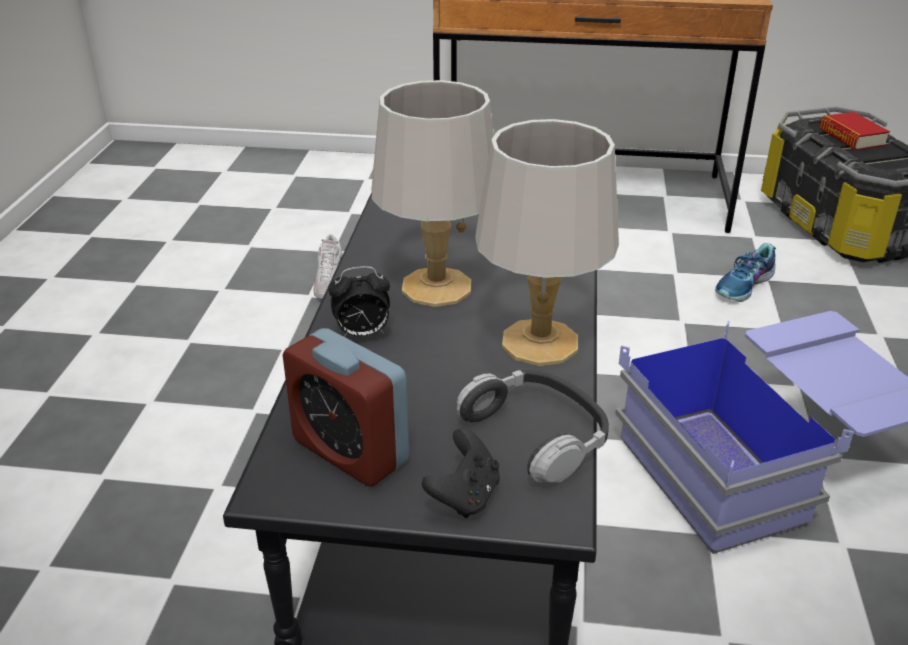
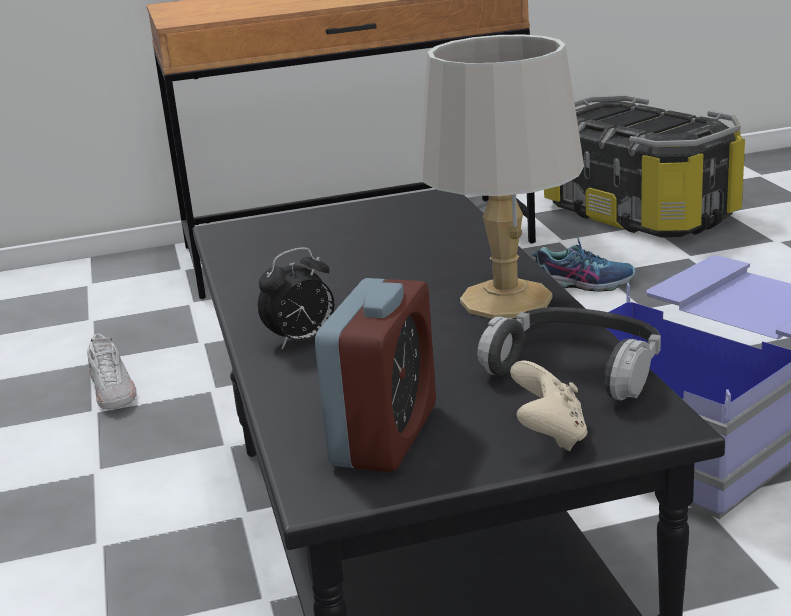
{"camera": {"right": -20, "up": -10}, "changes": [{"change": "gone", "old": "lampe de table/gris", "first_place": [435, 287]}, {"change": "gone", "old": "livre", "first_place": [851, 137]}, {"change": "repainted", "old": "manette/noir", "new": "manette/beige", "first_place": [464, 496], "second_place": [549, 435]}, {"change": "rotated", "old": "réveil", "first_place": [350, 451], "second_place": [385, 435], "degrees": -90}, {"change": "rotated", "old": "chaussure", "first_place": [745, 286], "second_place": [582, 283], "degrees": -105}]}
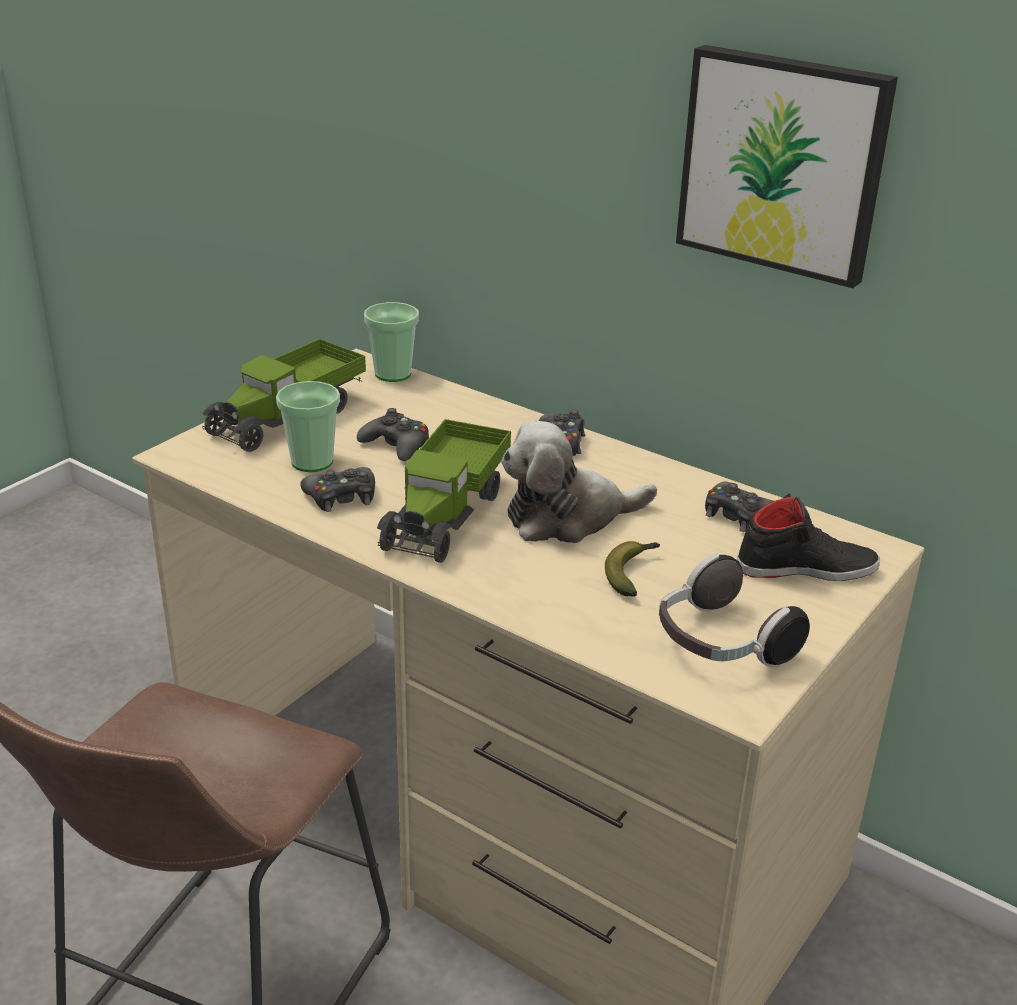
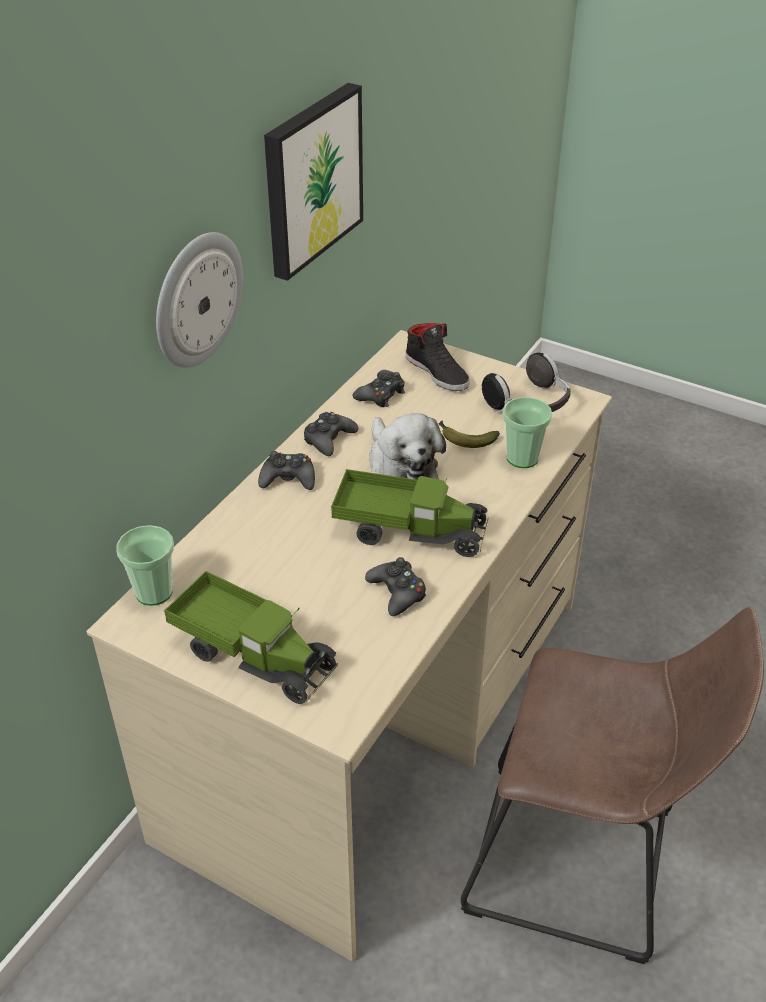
{"camera": {"right": -95, "up": 10}, "changes": [{"change": "new", "new": "horloge murale", "second_place": [196, 299]}, {"change": "shifted", "old": "tasse", "first_place": [312, 462], "second_place": [522, 458]}, {"change": "shifted", "old": "manette/noir", "first_place": [396, 445], "second_place": [329, 439]}, {"change": "rotated", "old": "chaussure/noir", "first_place": [806, 568], "second_place": [437, 372], "degrees": 150}]}
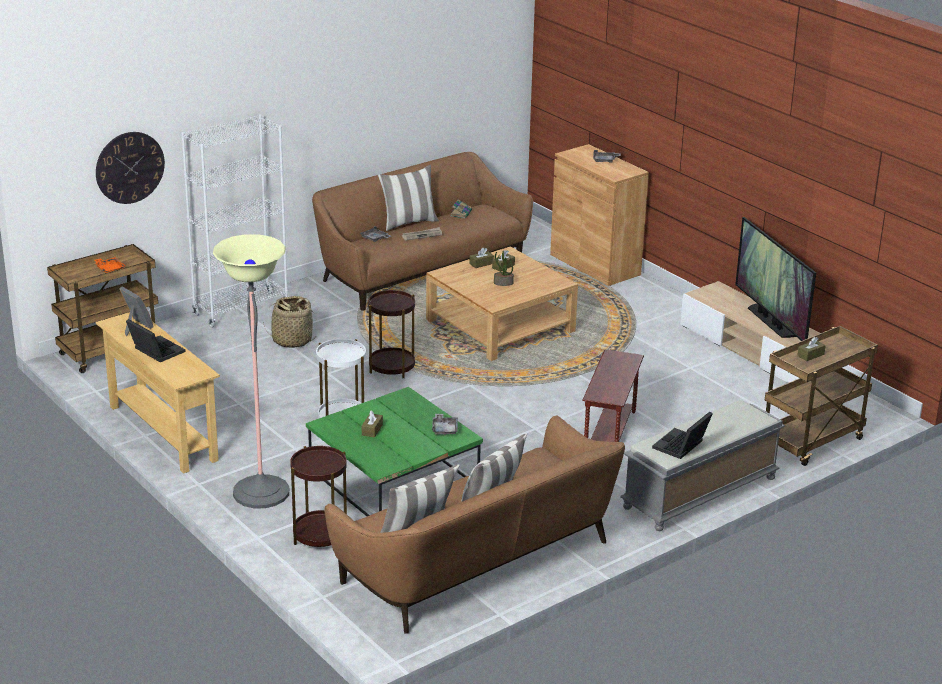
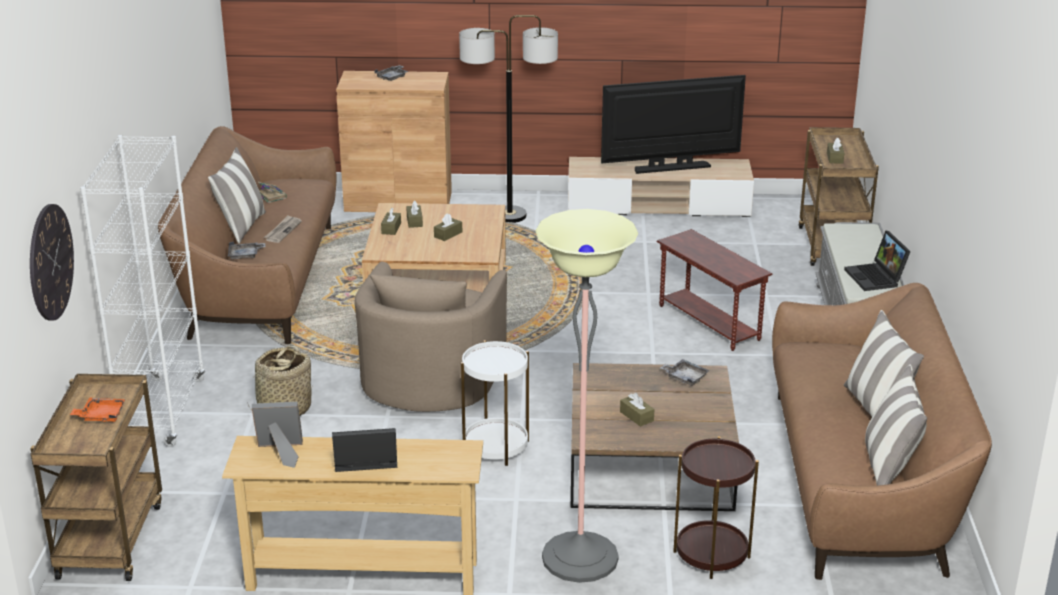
{"camera": {"right": -50, "up": 0}, "changes": [{"change": "new", "new": "lampadaire", "second_place": [509, 215]}, {"change": "swapped", "old": "table d'appoint/marron", "new": "fauteuil/beige", "first_place": [391, 367], "second_place": [430, 376]}, {"change": "swapped", "old": "plante en pot", "new": "boîte à mouchoirs/marron", "first_place": [503, 283], "second_place": [448, 234]}, {"change": "repainted", "old": "table basse/vert", "new": "table basse/marron", "first_place": [393, 479], "second_place": [651, 465]}, {"change": "rotated", "old": "téléviseur", "first_place": [770, 321], "second_place": [671, 167], "degrees": 150}]}
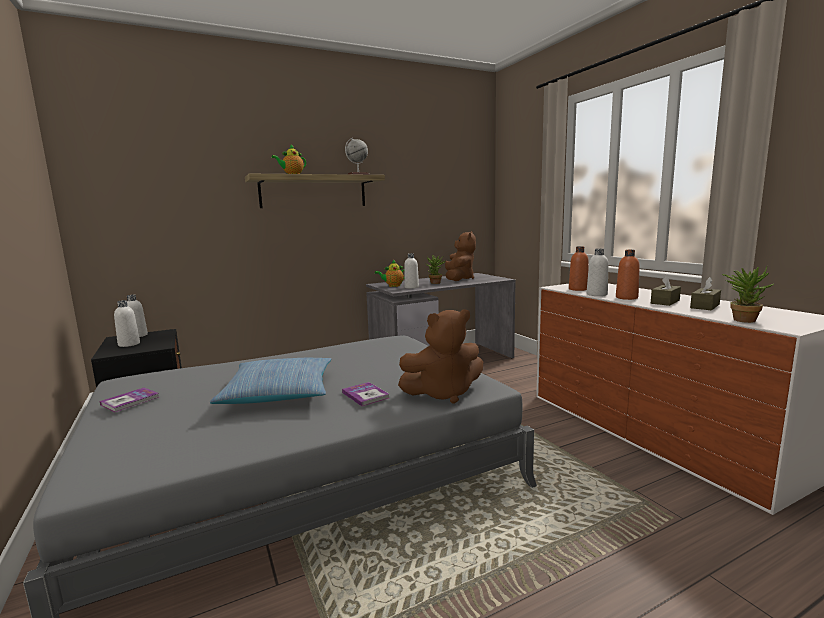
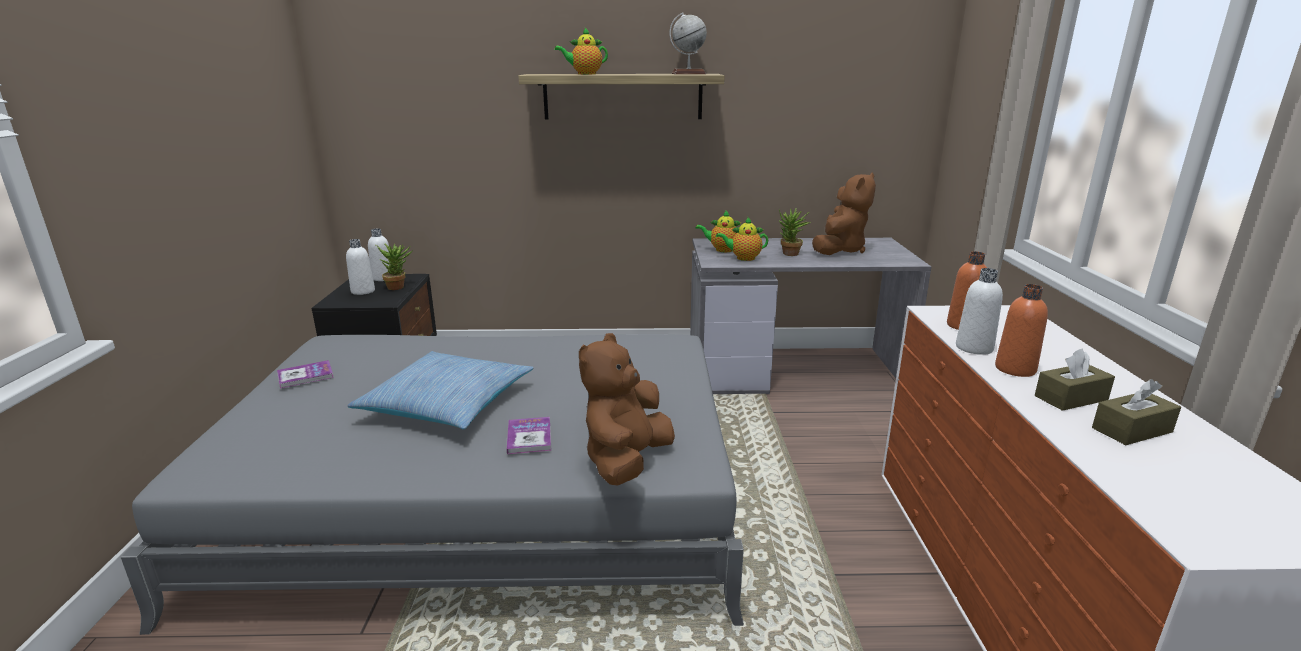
{"camera": {"right": 25, "up": 10}, "changes": [{"change": "shifted", "old": "plante en pot", "first_place": [742, 319], "second_place": [399, 287]}, {"change": "swapped", "old": "bouteille/blanc", "new": "théière", "first_place": [411, 287], "second_place": [743, 258]}, {"change": "rotated", "old": "peluche/marron", "first_place": [443, 393], "second_place": [626, 461], "degrees": 105}]}
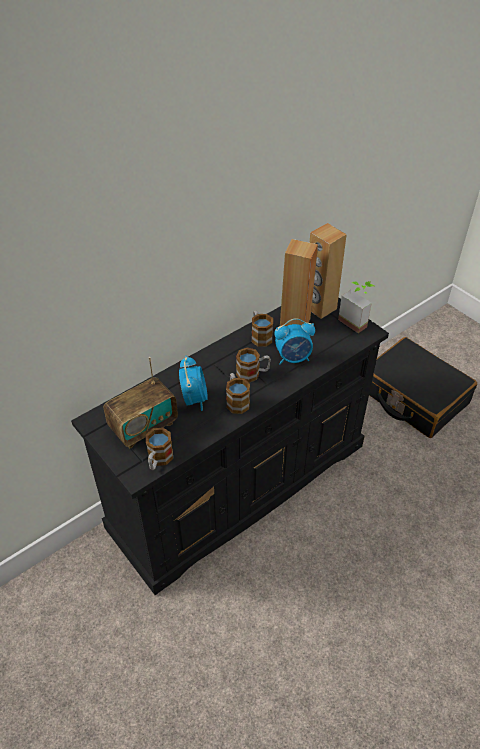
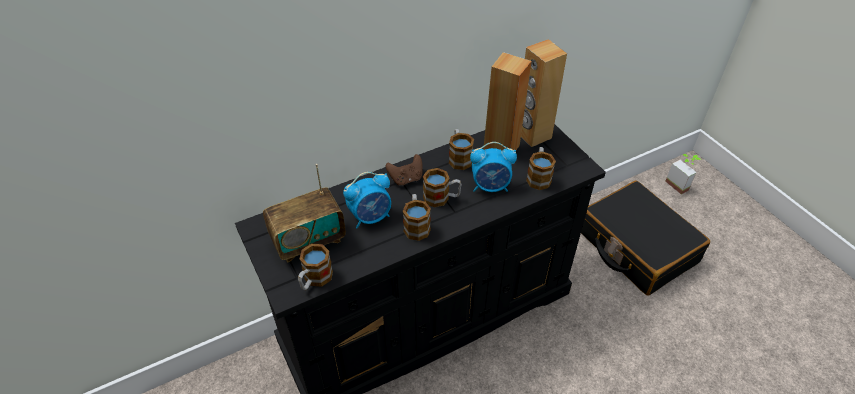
{"camera": {"right": 10, "up": 0}, "changes": [{"change": "new", "new": "manette/marron", "second_place": [406, 179]}, {"change": "new", "new": "mug", "second_place": [538, 176]}, {"change": "shifted", "old": "plante en pot", "first_place": [356, 320], "second_place": [680, 184]}, {"change": "rotated", "old": "réveil", "first_place": [194, 399], "second_place": [371, 217], "degrees": 60}]}
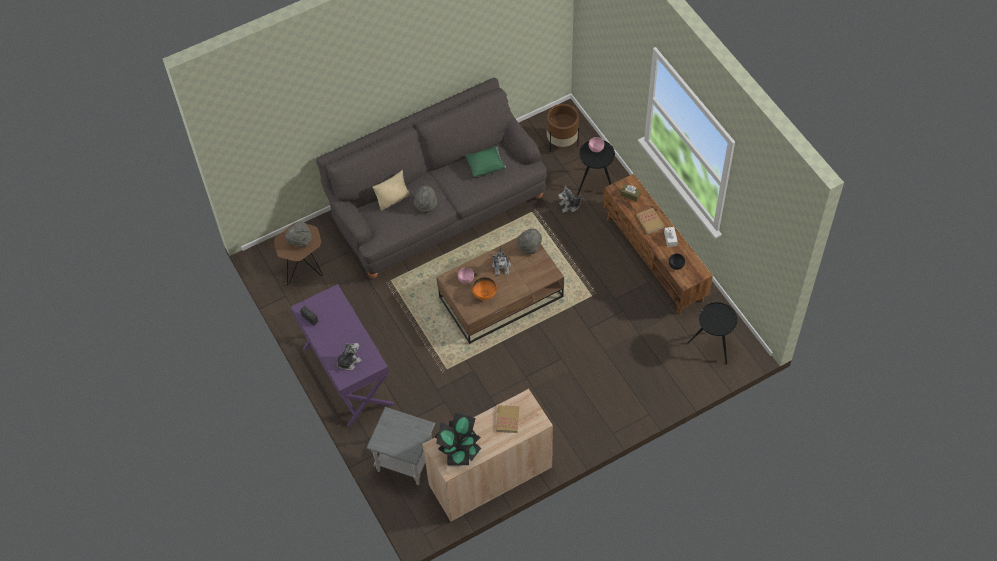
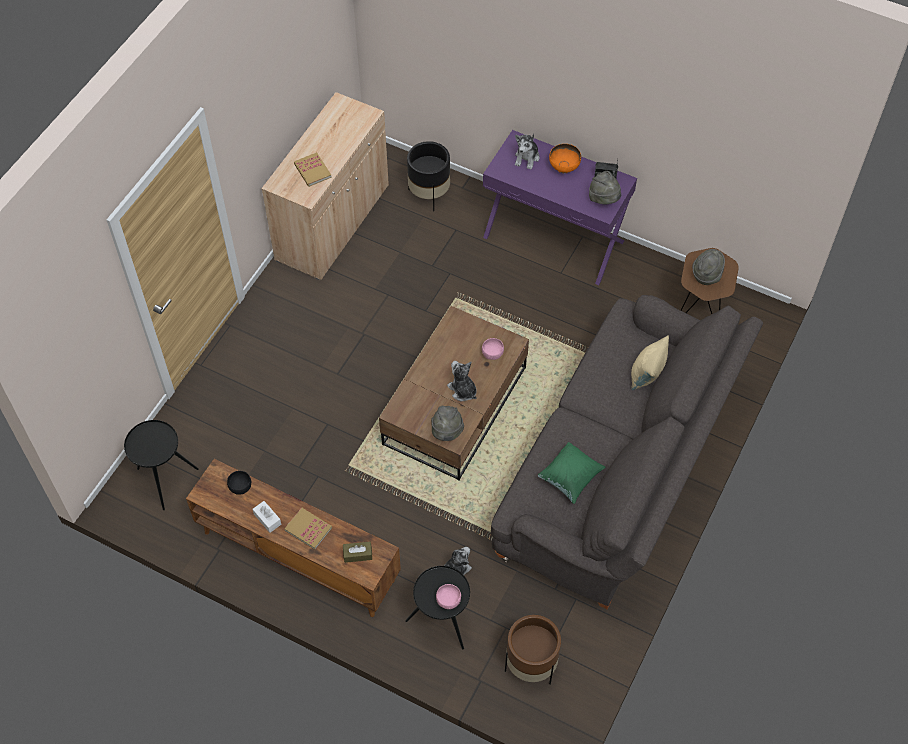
{"camera": {"right": 145, "up": 0}, "changes": [{"change": "gone", "old": "plante en pot", "first_place": [459, 448]}, {"change": "shifted", "old": "chapeau/gris", "first_place": [426, 205], "second_place": [604, 199]}, {"change": "shifted", "old": "bol/orange", "first_place": [484, 294], "second_place": [564, 168]}, {"change": "swapped", "old": "table d'appoint/gris", "new": "cache-pot/noir", "first_place": [404, 461], "second_place": [429, 194]}]}
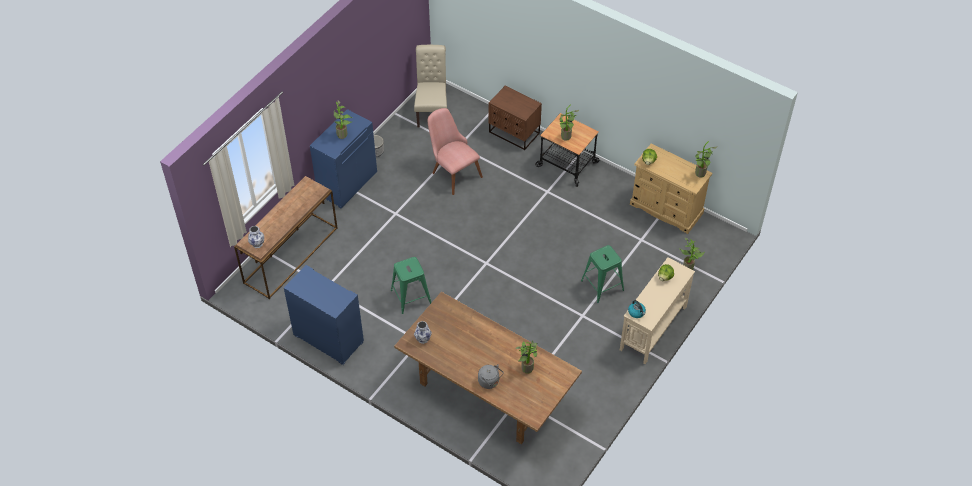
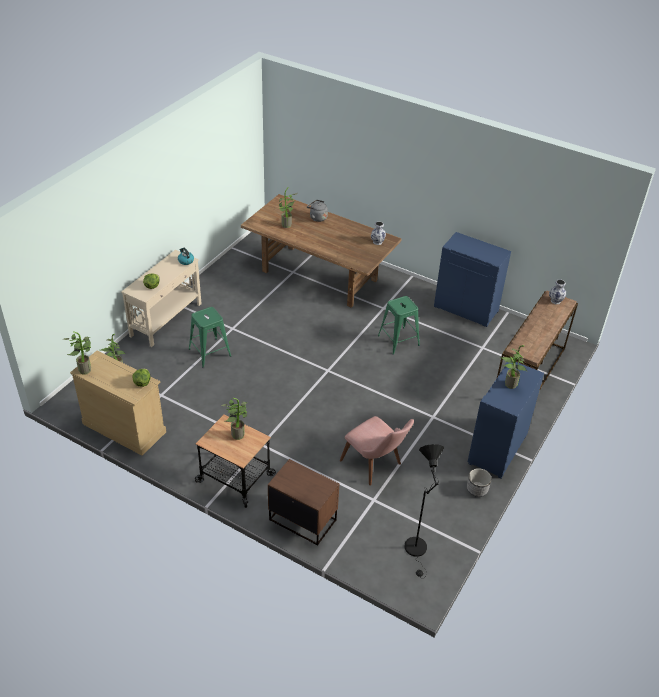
{"camera": {"right": 175, "up": -10}, "changes": [{"change": "swapped", "old": "chaise/beige", "new": "lampadaire/noir", "first_place": [432, 111], "second_place": [417, 551]}]}
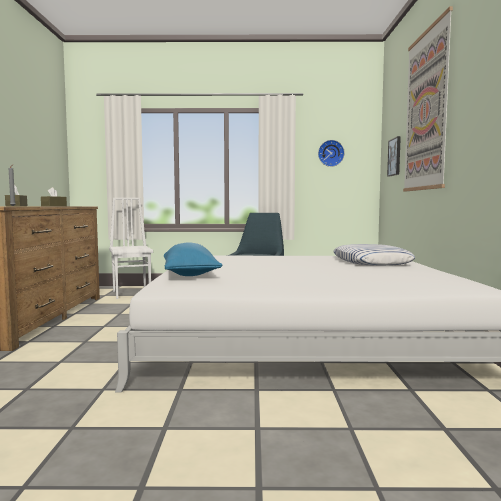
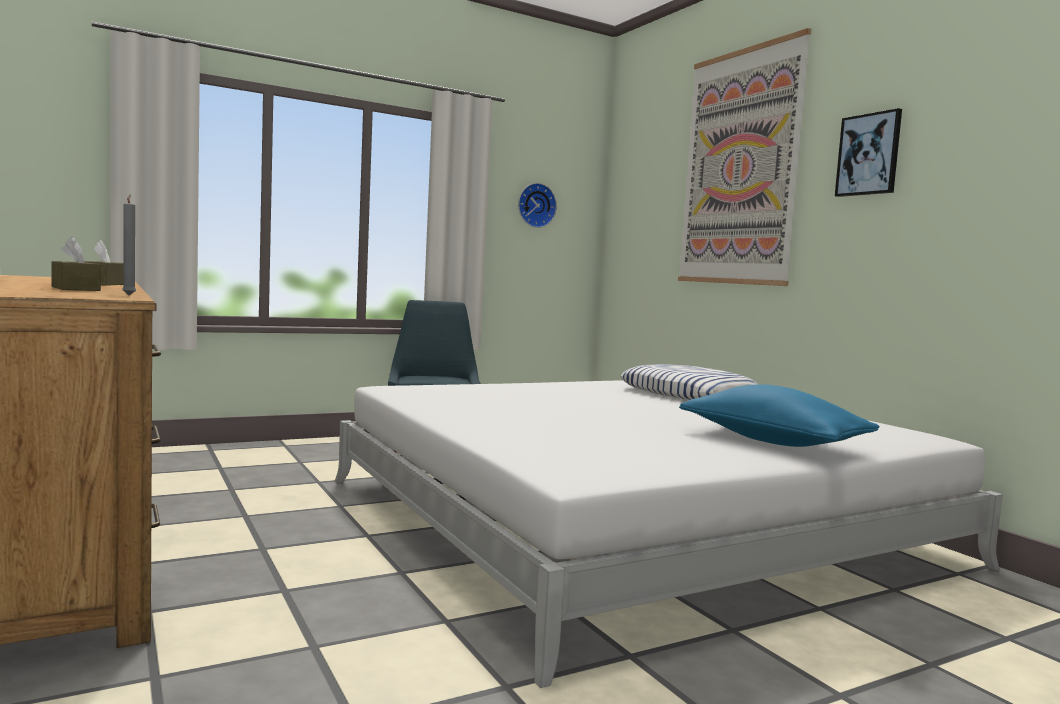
{"camera": {"right": -30, "up": 0}, "changes": [{"change": "gone", "old": "chaise/blanc", "first_place": [132, 293]}, {"change": "shifted", "old": "coussin/bleu", "first_place": [190, 274], "second_place": [773, 441]}, {"change": "shifted", "old": "tableau", "first_place": [395, 157], "second_place": [869, 154]}]}
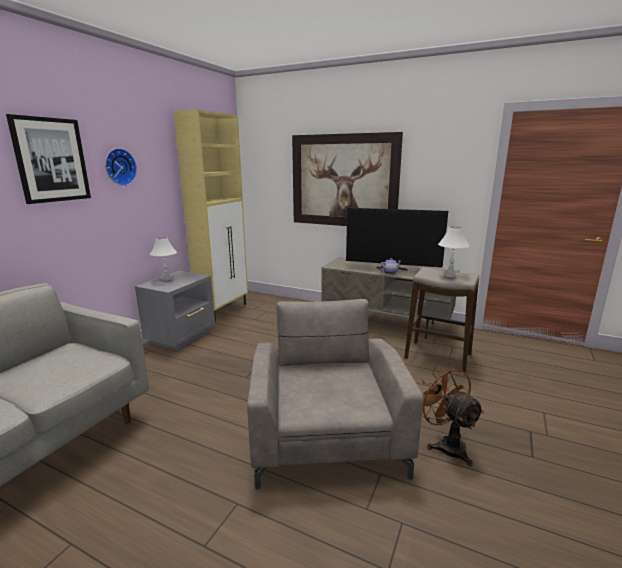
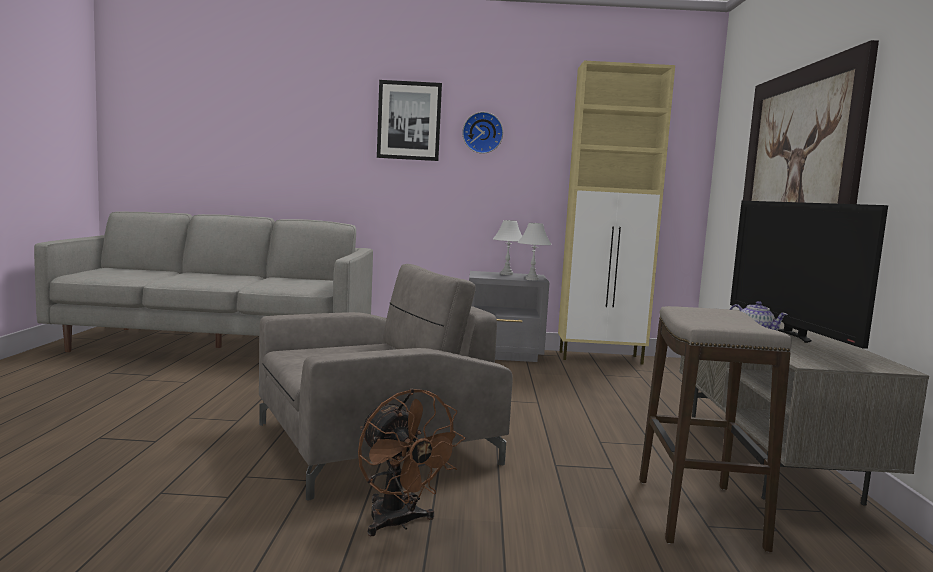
{"camera": {"right": 65, "up": -10}, "changes": [{"change": "shifted", "old": "lampe de table/blanc", "first_place": [449, 275], "second_place": [532, 279]}, {"change": "rotated", "old": "ventilateur/marron", "first_place": [446, 444], "second_place": [399, 523], "degrees": 105}]}
